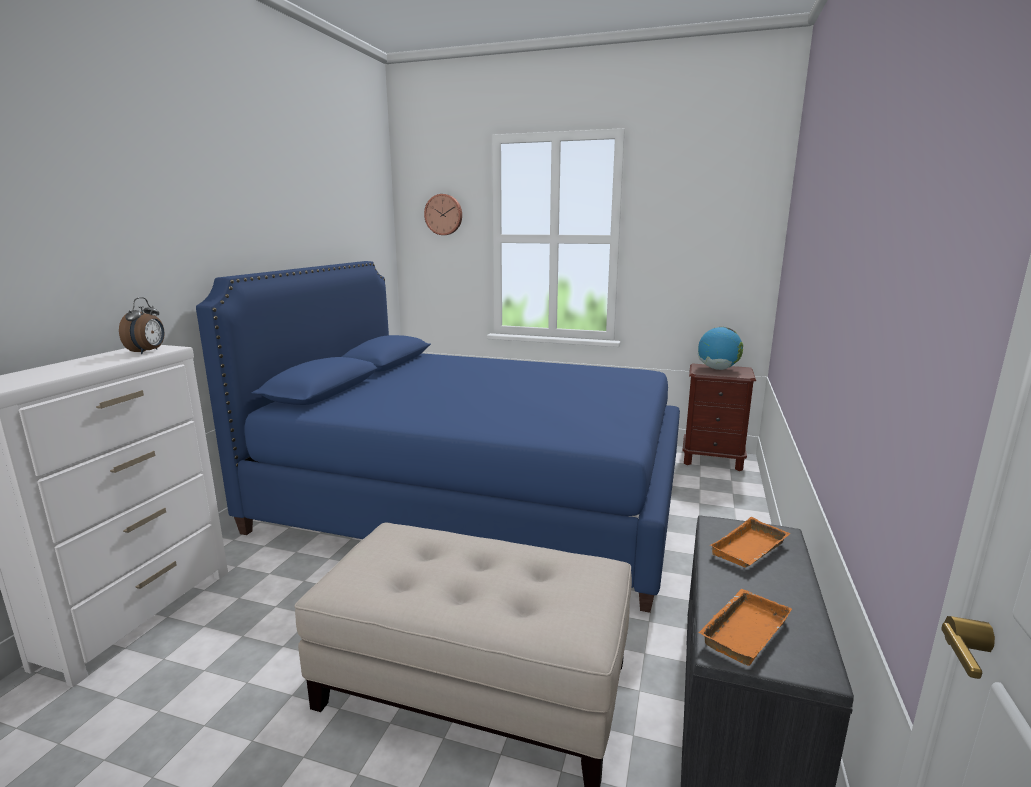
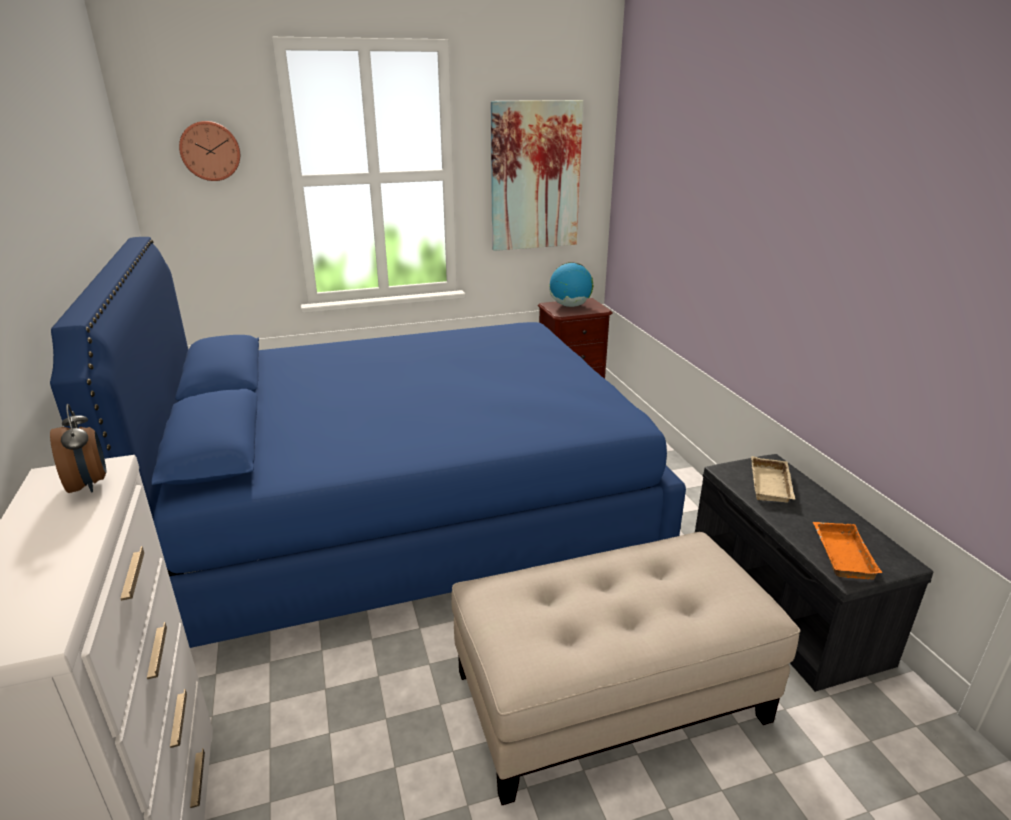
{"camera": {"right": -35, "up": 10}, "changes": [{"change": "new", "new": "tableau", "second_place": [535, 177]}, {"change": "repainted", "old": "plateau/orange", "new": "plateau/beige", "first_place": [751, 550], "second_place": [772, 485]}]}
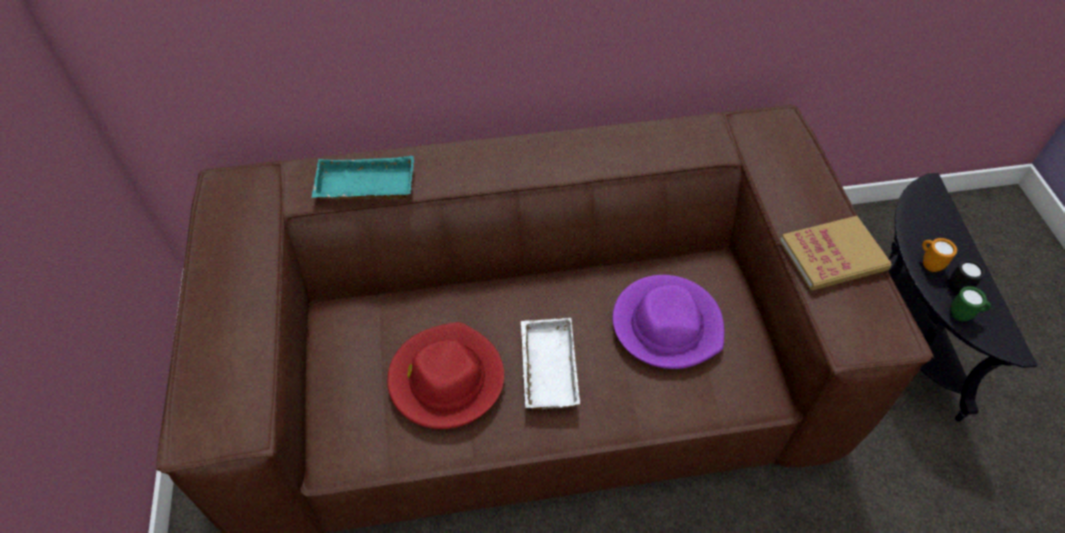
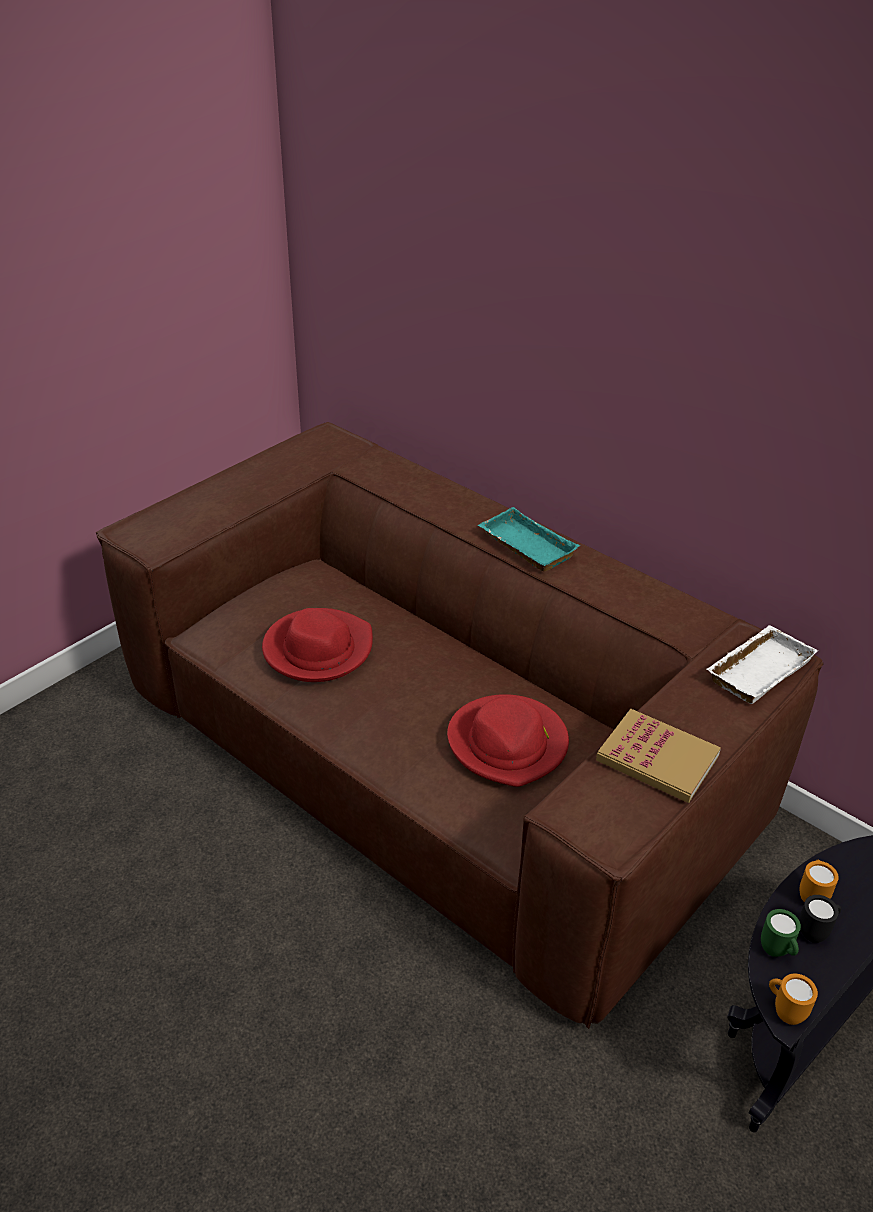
{"camera": {"right": 50, "up": -15}, "changes": [{"change": "new", "new": "mug/orange", "second_place": [784, 1011]}, {"change": "shifted", "old": "plateau/turquoise", "first_place": [364, 187], "second_place": [524, 546]}, {"change": "shifted", "old": "plateau/blanc", "first_place": [546, 366], "second_place": [757, 669]}, {"change": "repainted", "old": "chapeau/violet", "new": "chapeau/rouge", "first_place": [667, 324], "second_place": [508, 744]}]}
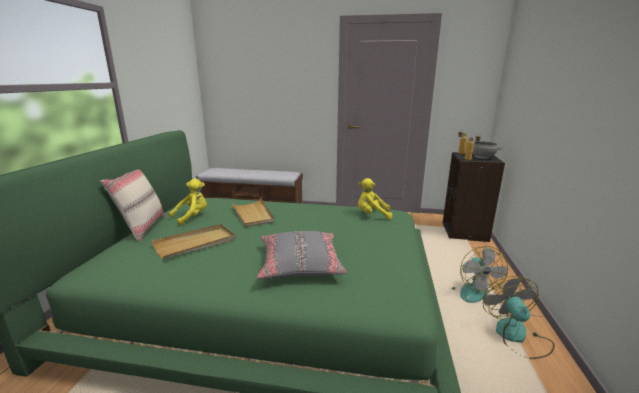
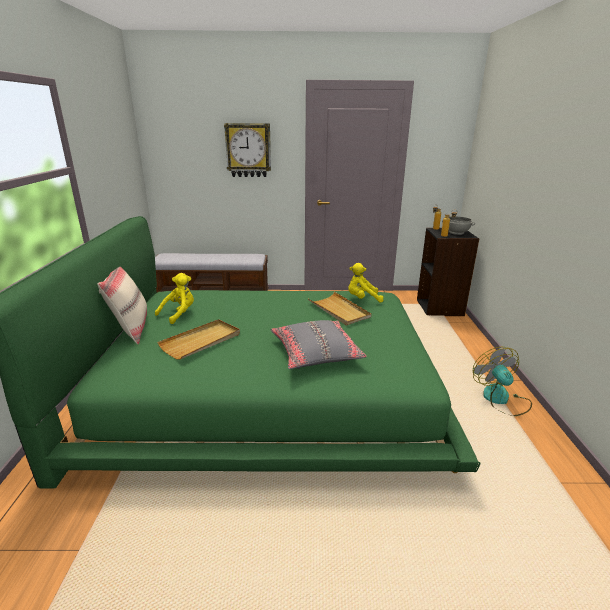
{"camera": {"right": -10, "up": 5}, "changes": [{"change": "gone", "old": "ventilateur", "first_place": [469, 289]}, {"change": "new", "new": "horloge murale", "second_place": [248, 150]}, {"change": "shifted", "old": "plateau/beige", "first_place": [252, 214], "second_place": [339, 310]}]}
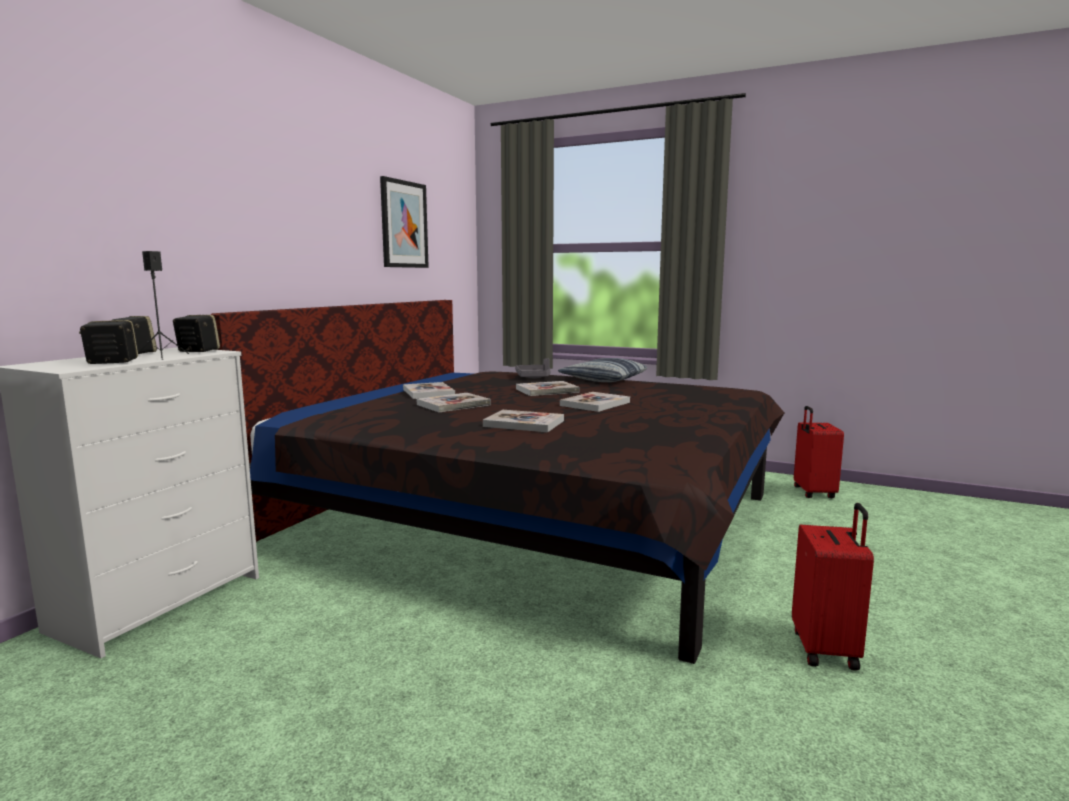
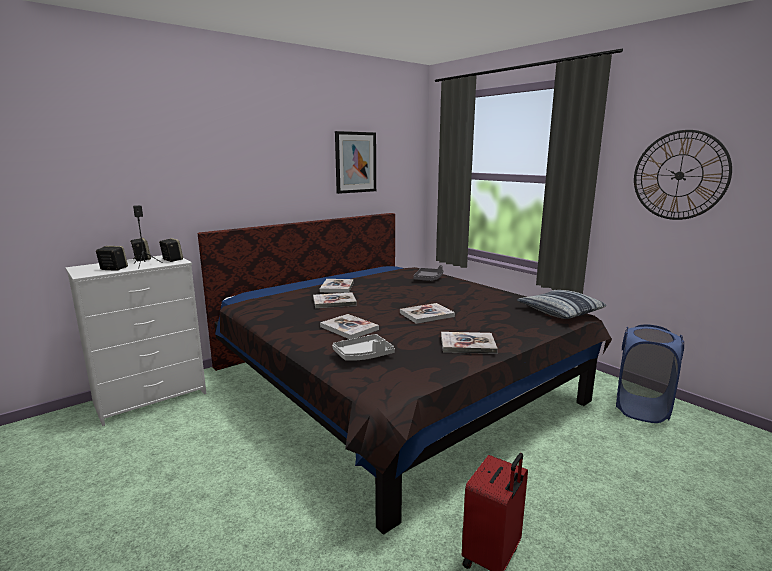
{"camera": {"right": 25, "up": 5}, "changes": [{"change": "new", "new": "plateau/gris", "second_place": [363, 355]}, {"change": "new", "new": "horloge murale", "second_place": [679, 175]}, {"change": "shifted", "old": "livre", "first_place": [547, 390], "second_place": [467, 344]}, {"change": "shifted", "old": "coussin", "first_place": [603, 379], "second_place": [559, 311]}, {"change": "swapped", "old": "valise/rouge", "new": "panier à linge/bleu", "first_place": [812, 493], "second_place": [641, 408]}]}
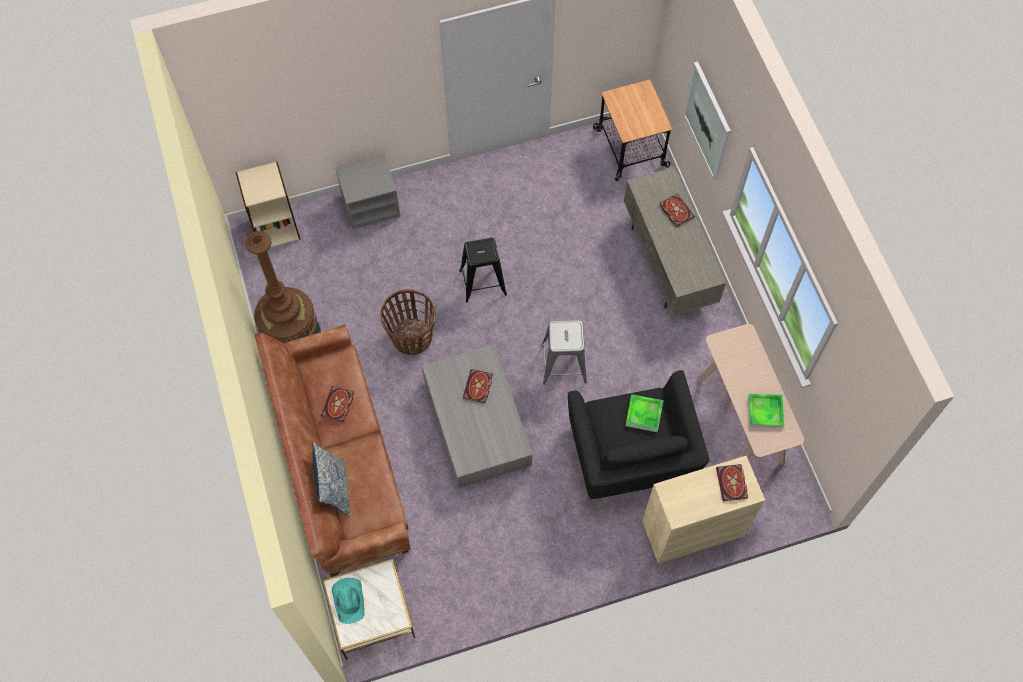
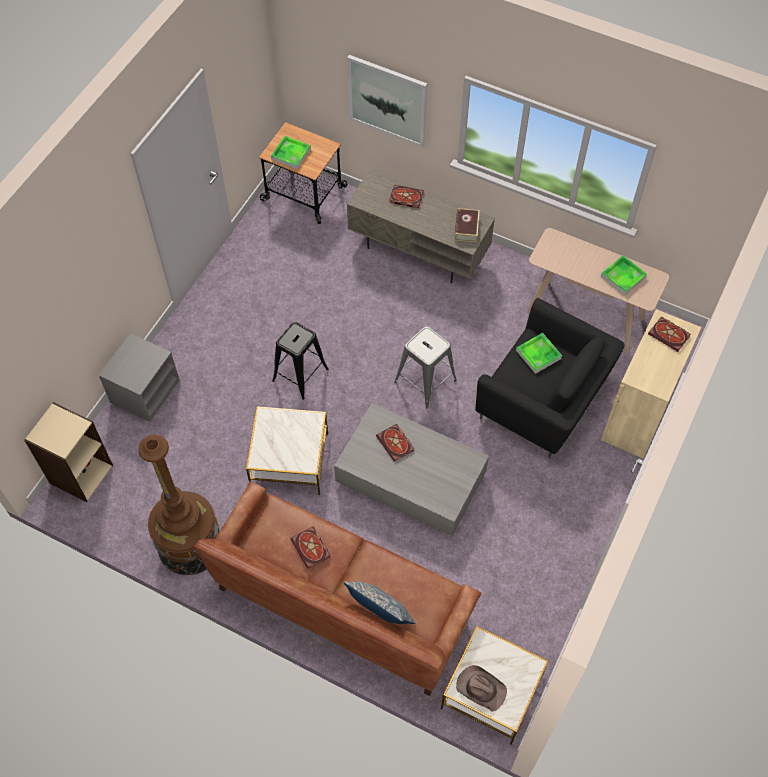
{"camera": {"right": -45, "up": -5}, "changes": [{"change": "new", "new": "plateau", "second_place": [291, 154]}, {"change": "new", "new": "livre", "second_place": [466, 228]}, {"change": "swapped", "old": "panier", "new": "table d'appoint", "first_place": [411, 337], "second_place": [290, 461]}, {"change": "repainted", "old": "chapeau/turquoise", "new": "chapeau/marron", "first_place": [349, 600], "second_place": [480, 688]}]}
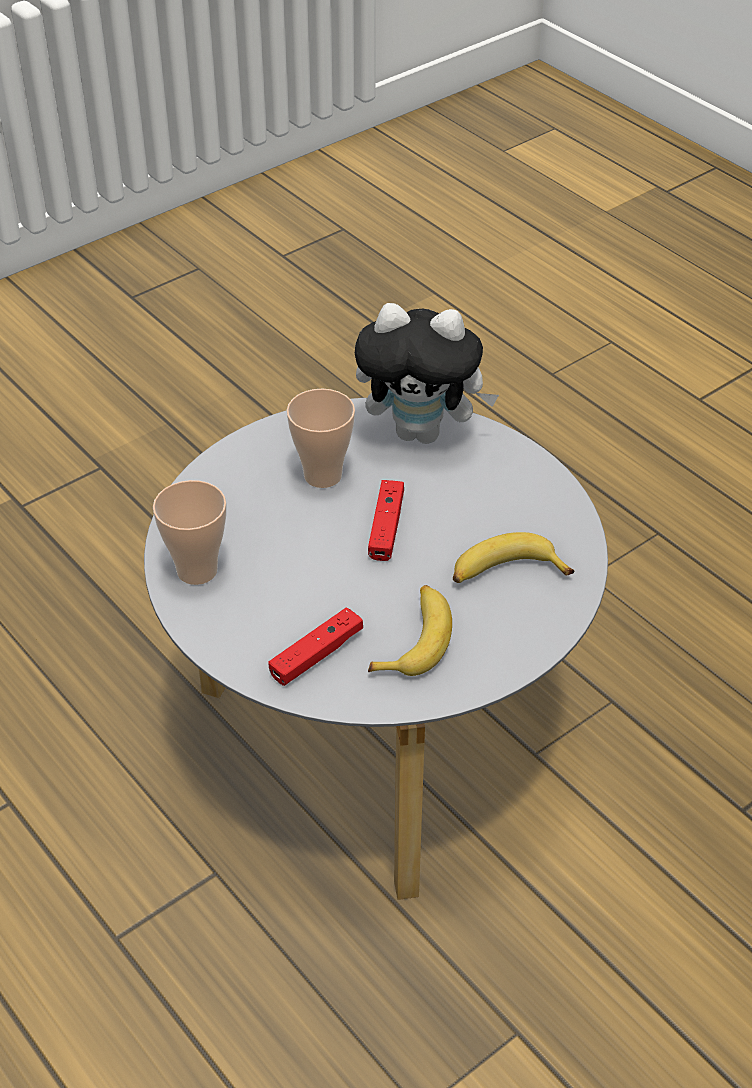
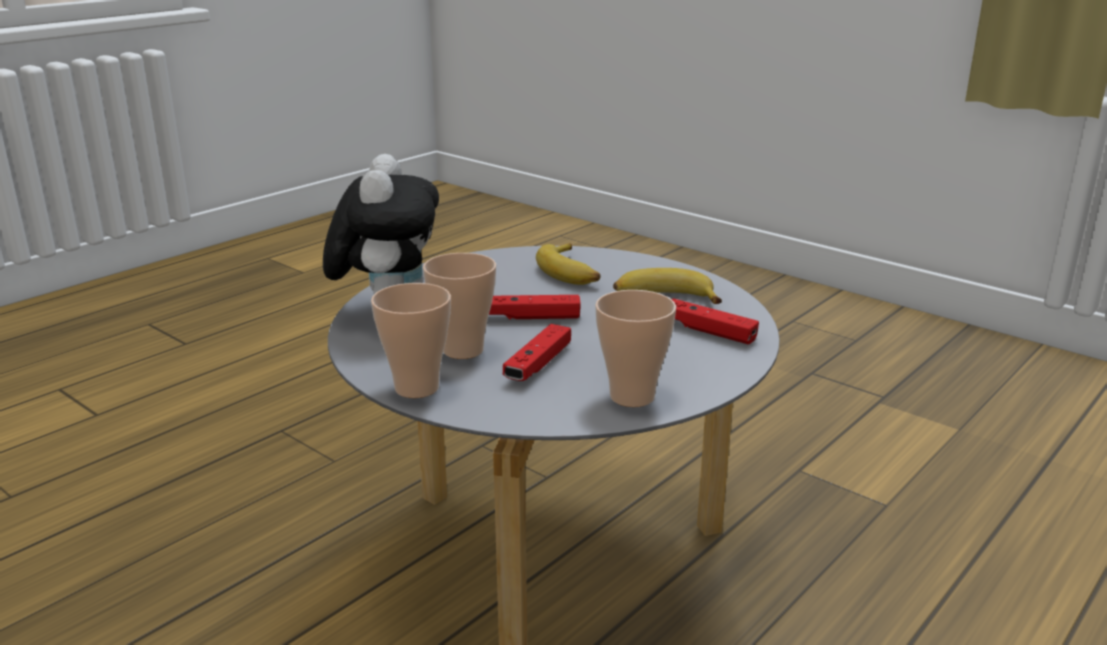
{"camera": {"right": -100, "up": -20}, "changes": [{"change": "new", "new": "tasse", "second_place": [416, 388]}, {"change": "new", "new": "manette/rouge", "second_place": [538, 364]}]}
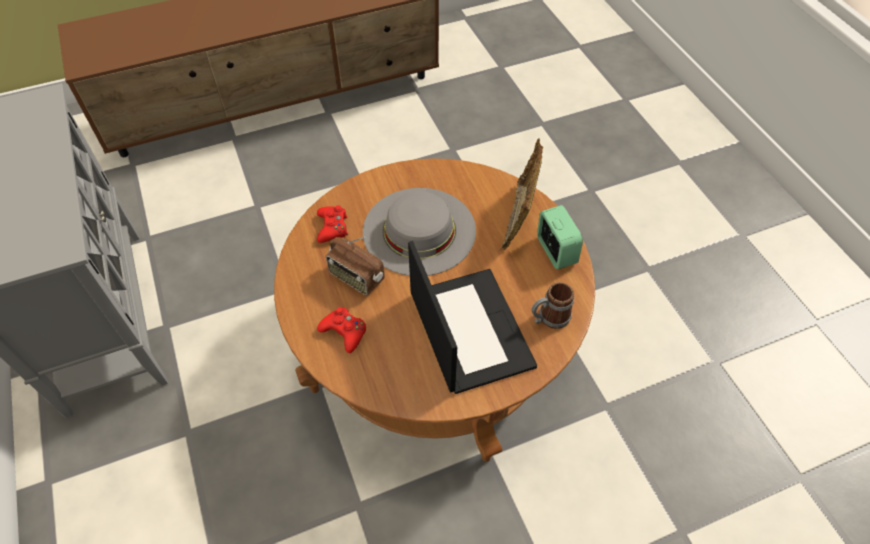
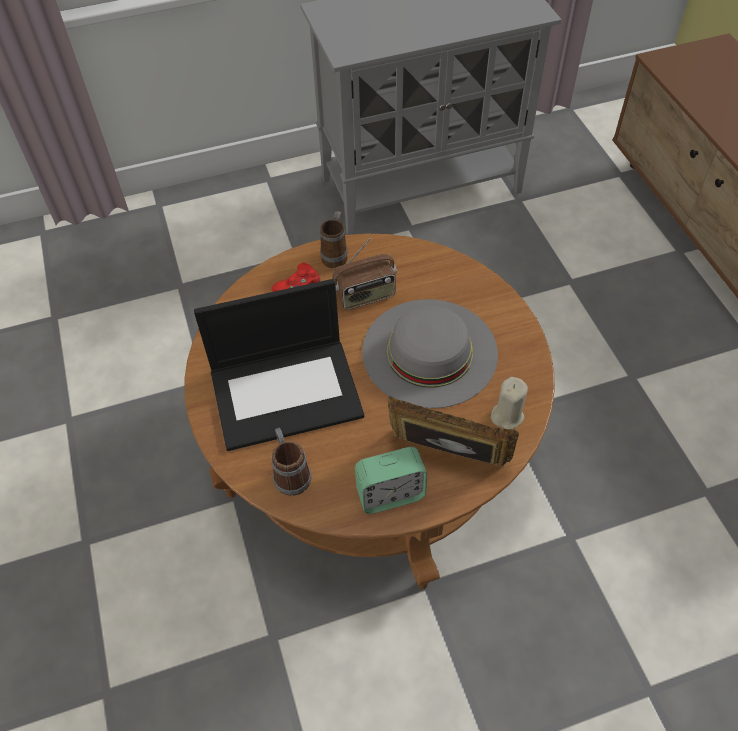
{"camera": {"right": 95, "up": 0}, "changes": [{"change": "gone", "old": "manette/rouge", "first_place": [332, 227]}, {"change": "new", "new": "mug", "second_place": [336, 255]}, {"change": "new", "new": "bougie/beige", "second_place": [507, 415]}, {"change": "rotated", "old": "radio", "first_place": [356, 278], "second_place": [365, 295], "degrees": -150}]}
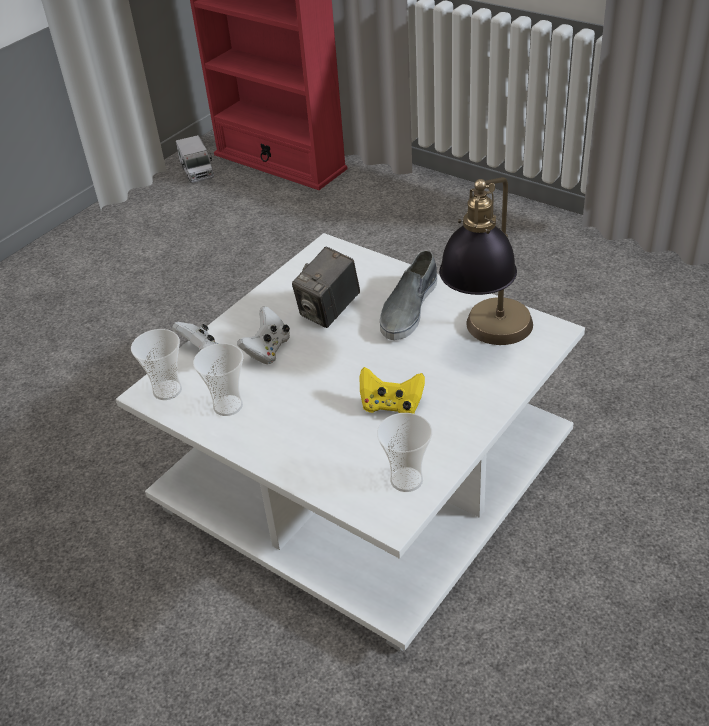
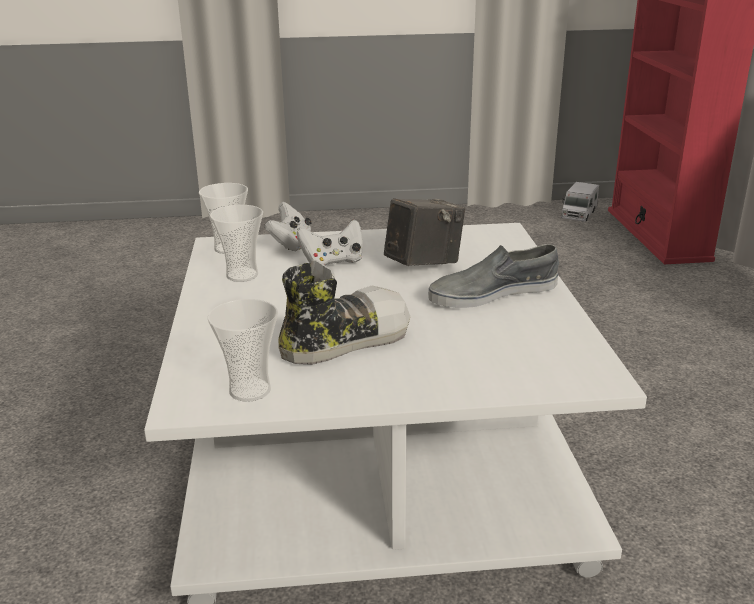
{"camera": {"right": 45, "up": -15}, "changes": [{"change": "gone", "old": "lampe de table", "first_place": [487, 341]}, {"change": "swapped", "old": "manette/jaune", "new": "chaussure", "first_place": [391, 406], "second_place": [343, 340]}, {"change": "rotated", "old": "appareil photo", "first_place": [329, 311], "second_place": [423, 264], "degrees": 150}]}
